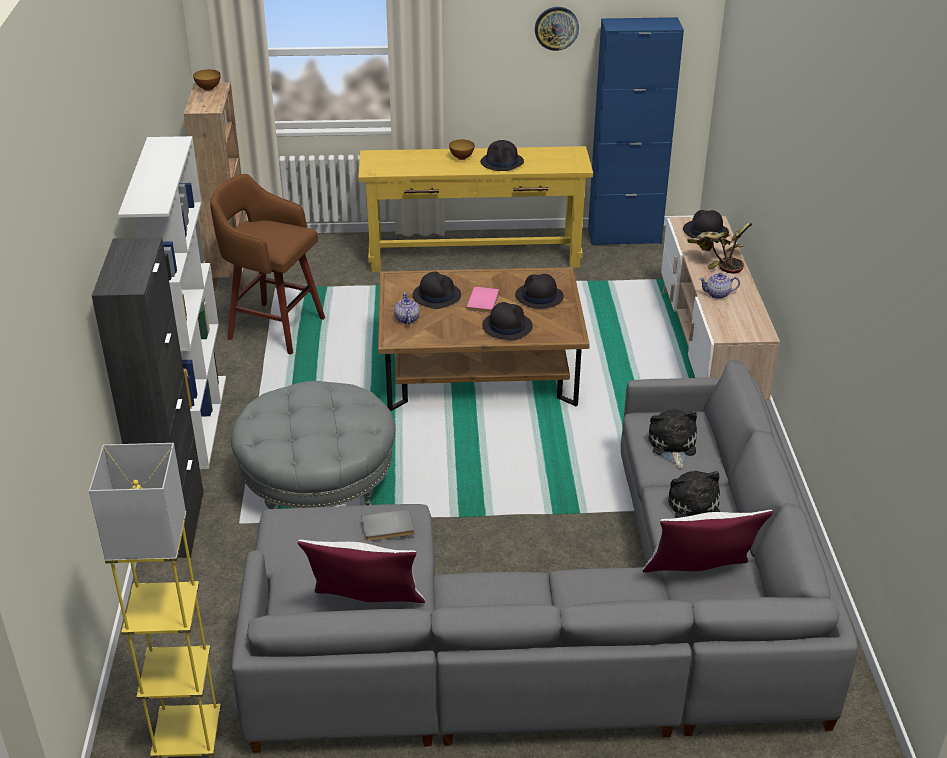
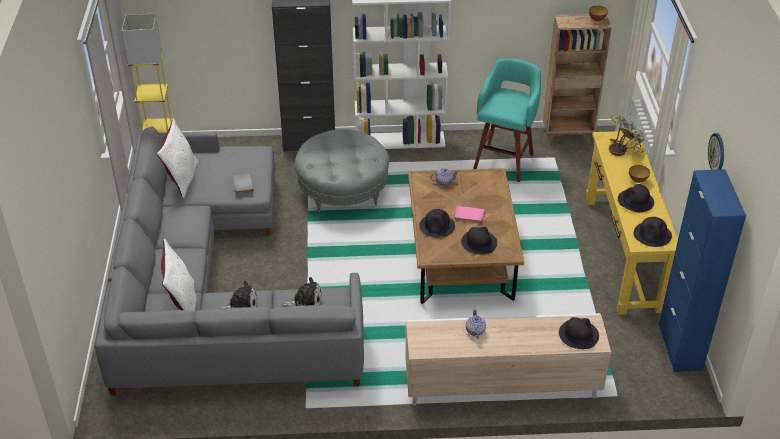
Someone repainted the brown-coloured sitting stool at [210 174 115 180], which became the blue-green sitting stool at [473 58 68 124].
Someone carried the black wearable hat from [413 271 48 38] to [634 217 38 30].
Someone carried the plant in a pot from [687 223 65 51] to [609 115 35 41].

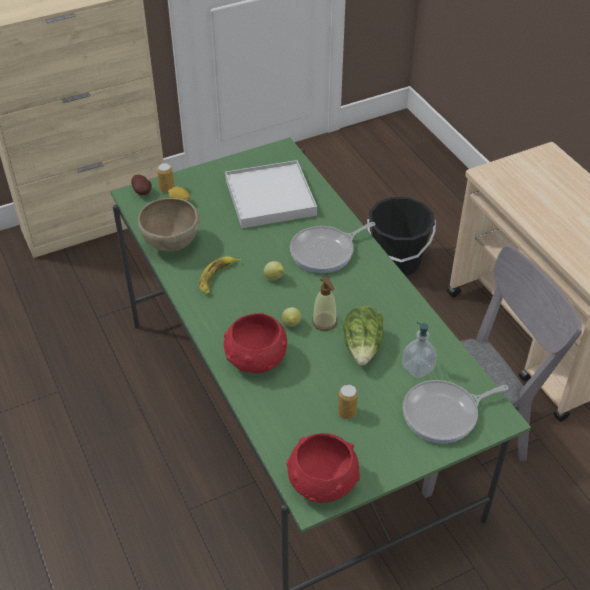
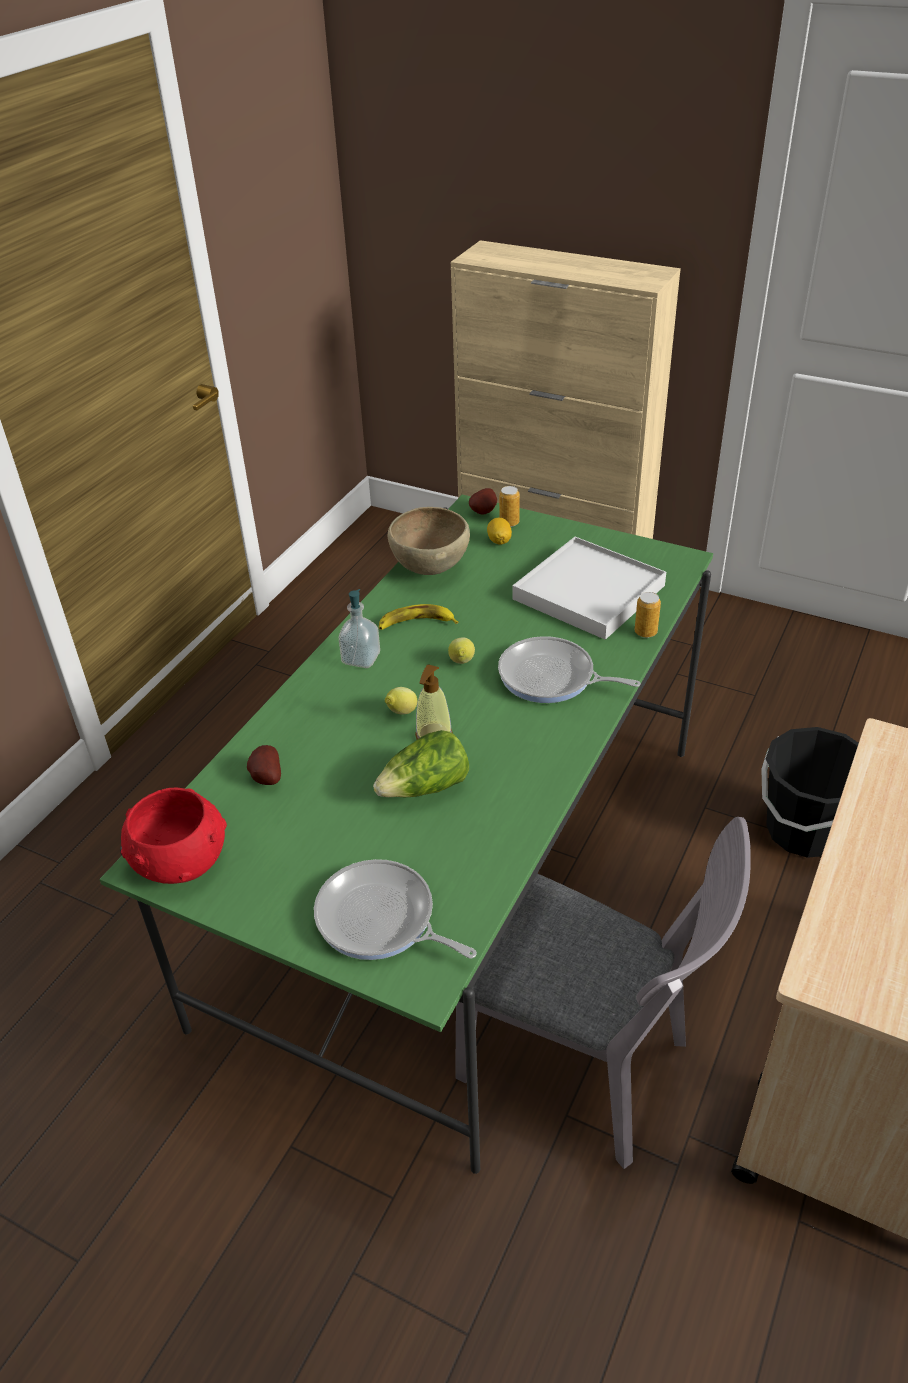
Someone took away the reddish bowl at [224 313 63 60].
Someone carried the sealed can from [338 385 20 34] to [635 592 26 46].
Someone carried the soap dispenser from [402 322 35 57] to [339 589 41 79].
Someone put down the spud at [247 745 34 40].

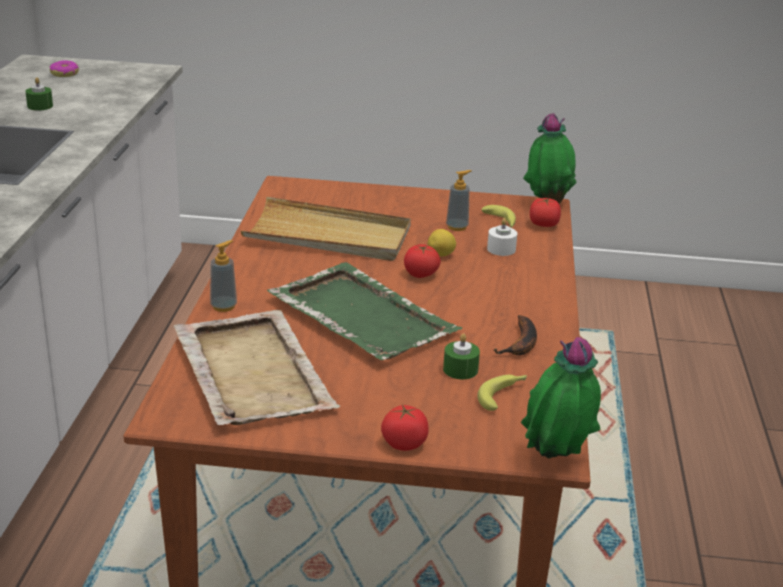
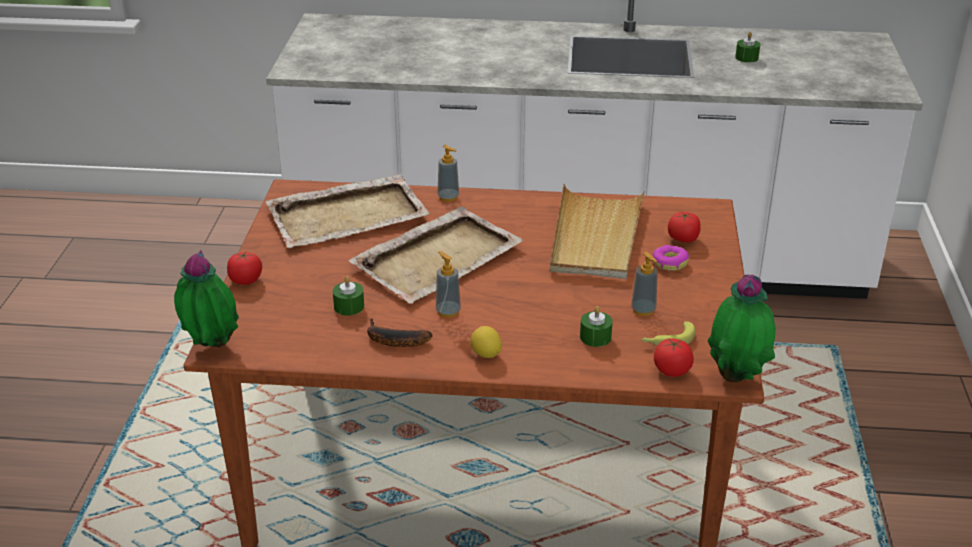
Someone carried the ring doughnut from [49 60 30 17] to [652 245 37 26].
Someone repainted the green-coloured carrying tray at [267 262 195 98], which became the beige carrying tray at [349 206 175 97].
Someone carried the whole tomato from [404 244 37 34] to [668 211 33 32].
Someone carried the citrus fruit from [428 229 28 27] to [470 326 32 32].
Someone took away the banana fruit at [477 375 50 36].
Someone repainted the white-coloured wax candle at [487 218 31 38], which became the green-coloured wax candle at [580 306 33 41].
Someone put down the soap dispenser at [436 251 25 67].

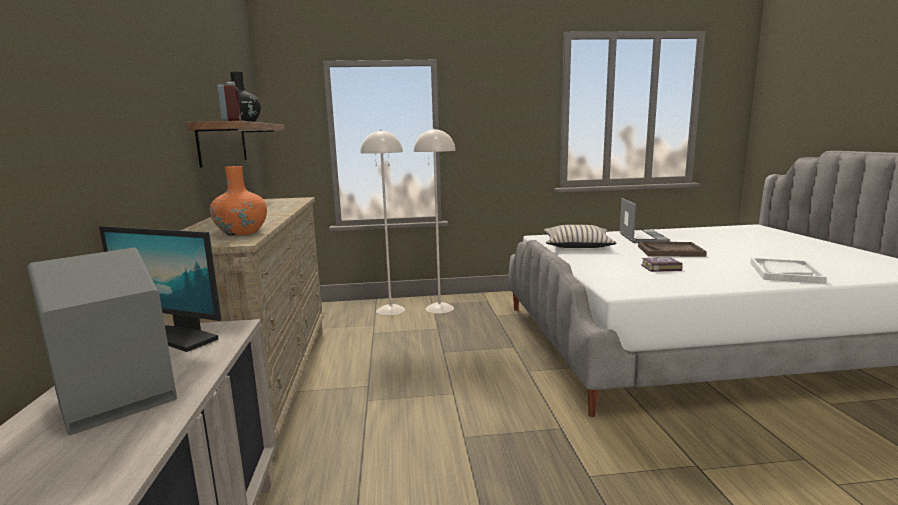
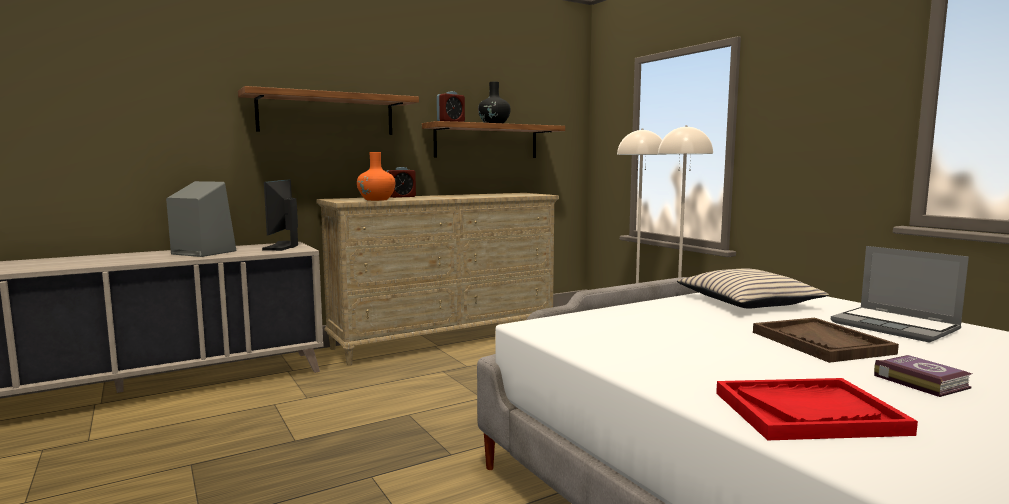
Someone rotated the laptop at [619 198 51 45] by 75 degrees clockwise.
Someone carried the book from [641 257 42 15] to [874 355 98 42].
Someone repainted the white-coloured carrying tray at [750 258 77 26], which became the reddish carrying tray at [716 378 202 62].
Someone put up the wall shelf at [238 86 181 49].
Someone put down the alarm clock at [386 167 30 31].

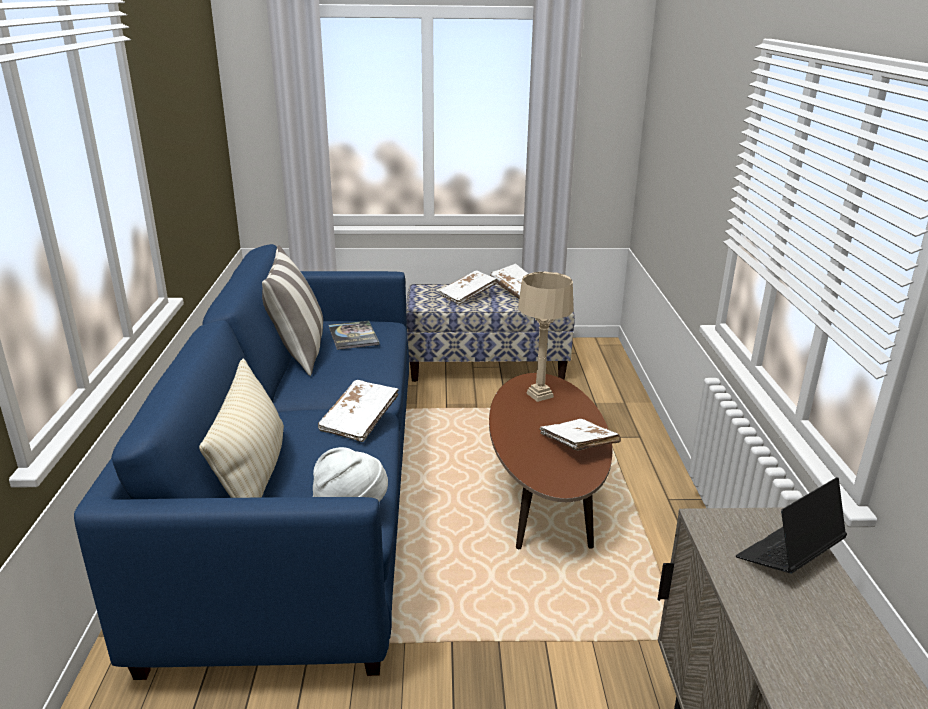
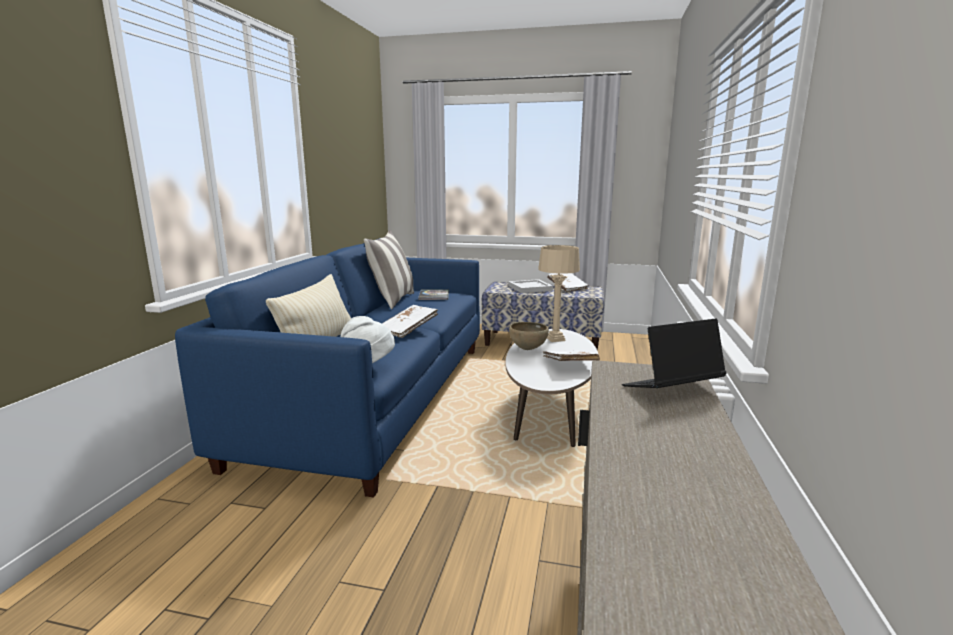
Someone swapped the white-coloured book at [439 270 58 35] for the white-coloured carrying tray at [509 279 44 14].
Someone repainted the brown-coloured coffee table at [489 373 123 176], which became the white-coloured coffee table at [505 329 94 118].
Someone put down the brown-coloured bowl at [509 322 40 28].

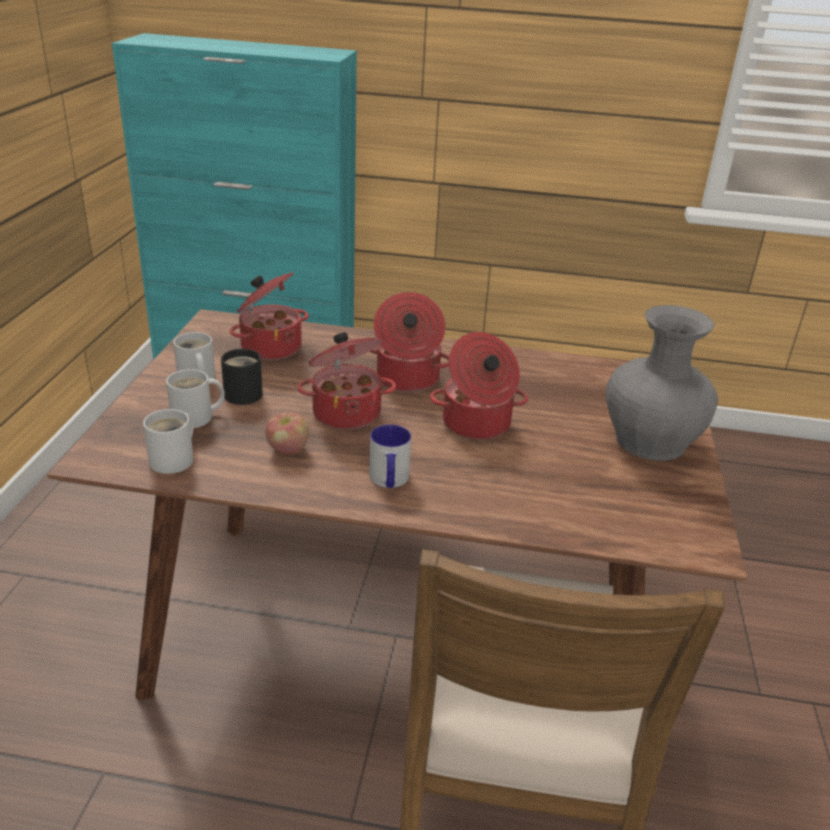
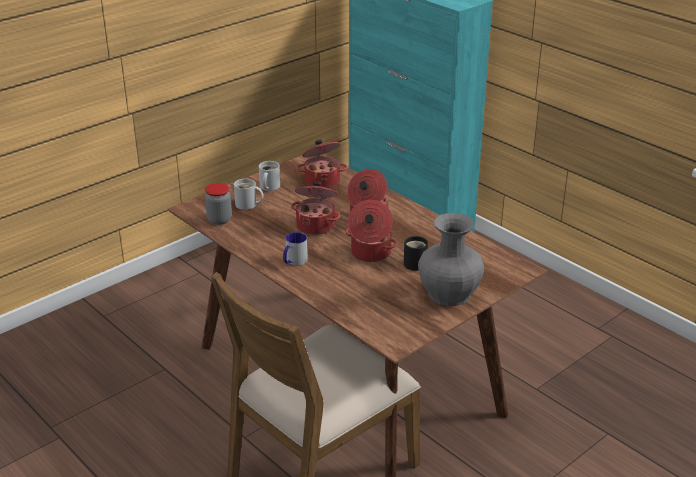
Someone swapped the white-coloured coffee mug at [143 409 51 65] for the preserve jar at [205 183 27 42].
Someone carried the black coffee mug from [221 349 42 56] to [404 236 24 35].
Someone took away the apple fruit at [265 412 44 43].

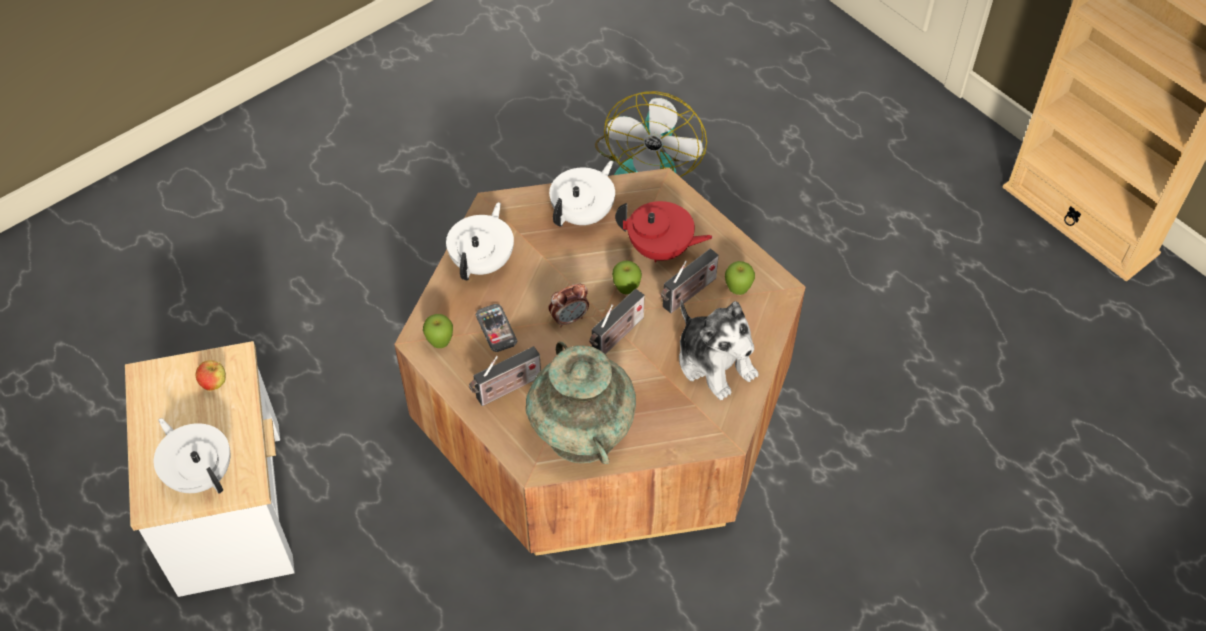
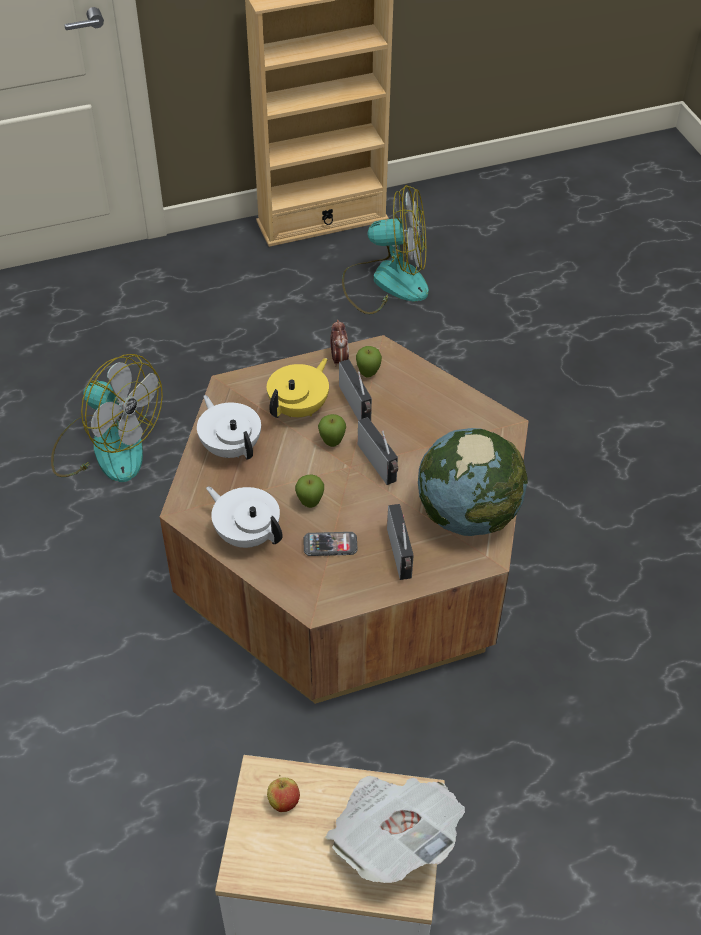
Someone swapped the white-coloured tea pot at [154 418 76 76] for the printed paper at [325 776 140 107].
Someone carried the apple fruit from [423 314 30 34] to [295 474 29 34].
Someone swapped the blue-green decorative vase at [526 342 110 122] for the desk globe at [418 428 110 108].
Someone carried the alarm clock from [549 284 40 44] to [330 320 19 46].
Someone repainted the reddish tea pot at [615 201 98 61], which became the yellow-coloured tea pot at [267 358 62 60].
Someone took away the soft toy at [679 300 79 100].
Someone put down the fan at [342 185 87 129].

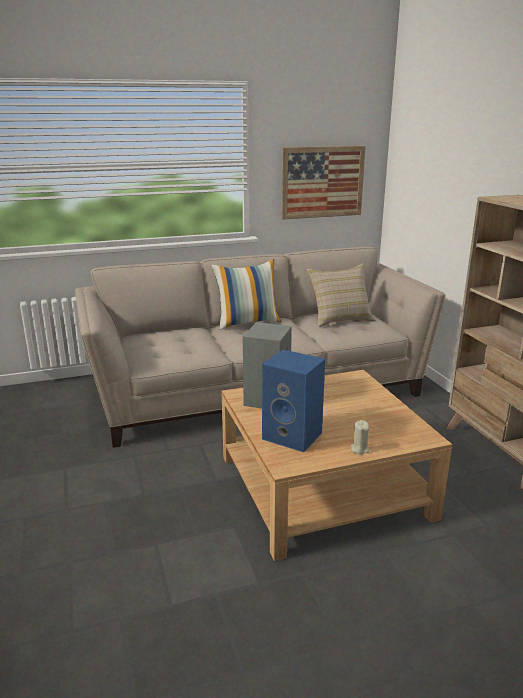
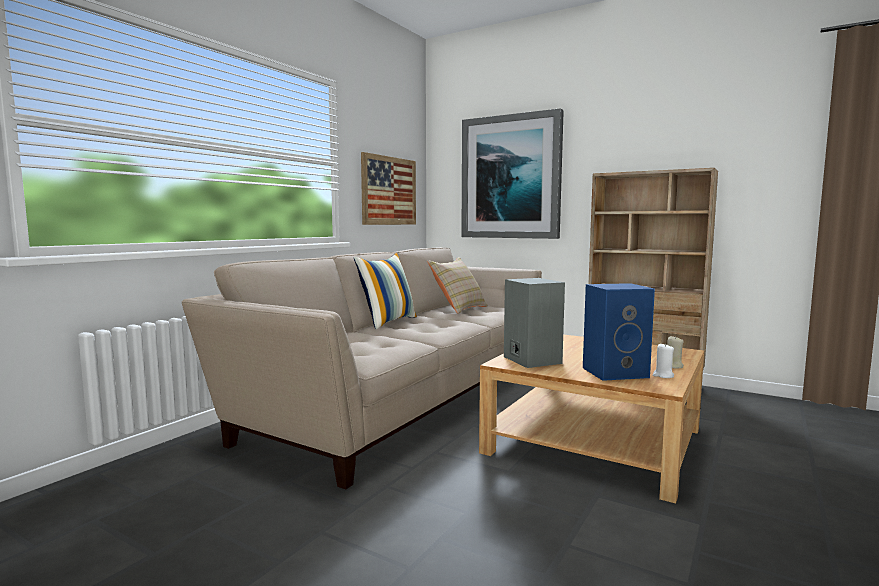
Someone put up the wall art at [461 109 103 130].
Someone put down the white-coloured wax candle at [653 343 21 35].

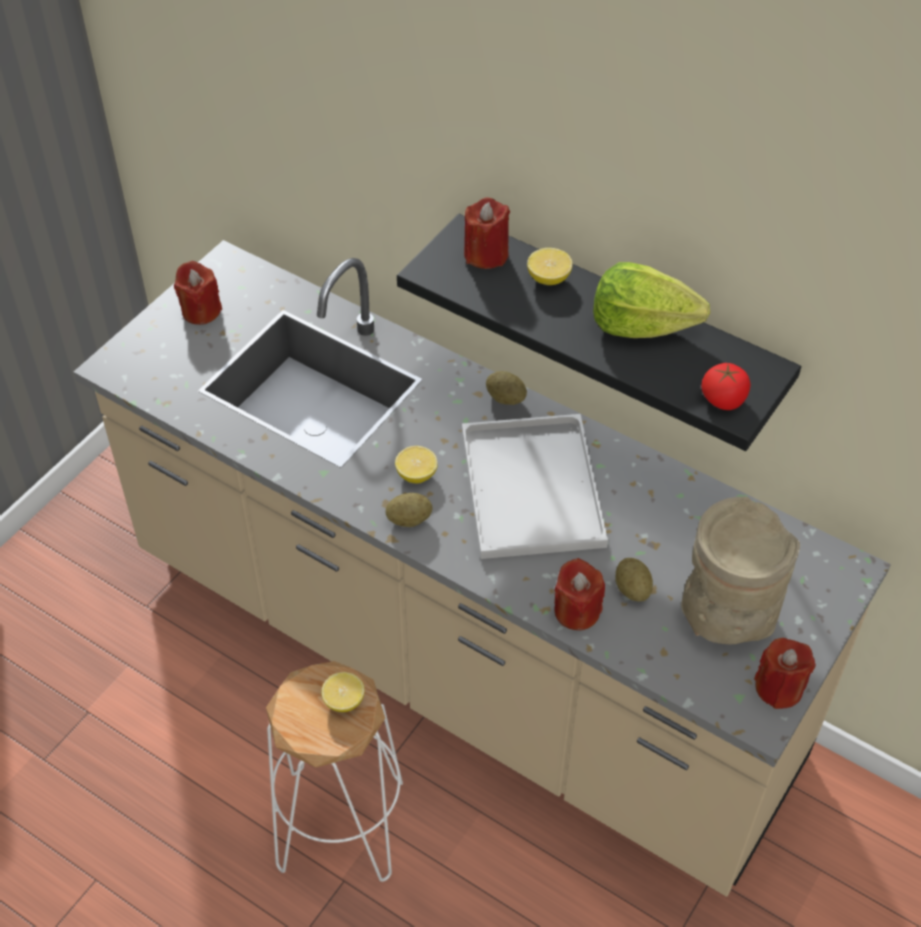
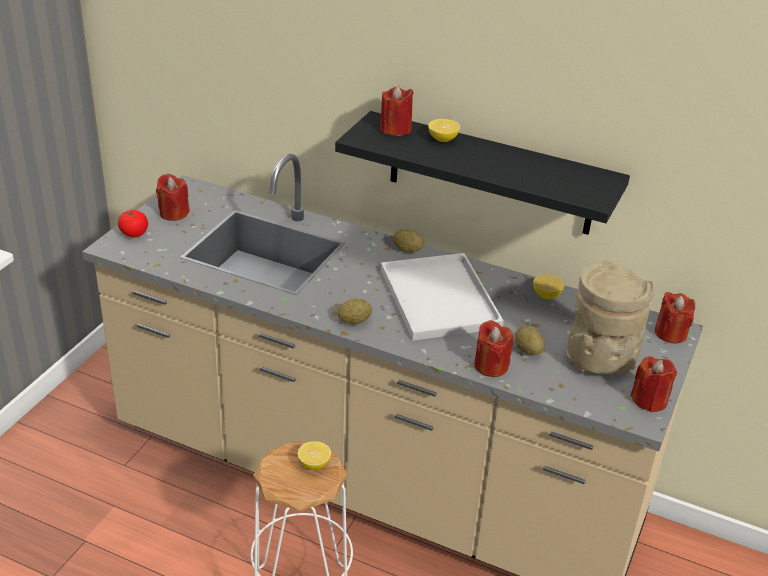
Someone carried the citrus fruit from [395 446 42 38] to [533 274 31 25].
Someone took away the lettuce at [593 262 117 76].
Someone carried the whole tomato from [701 363 50 47] to [118 210 30 27].
Someone put down the reddish wax candle at [655 292 40 52].

